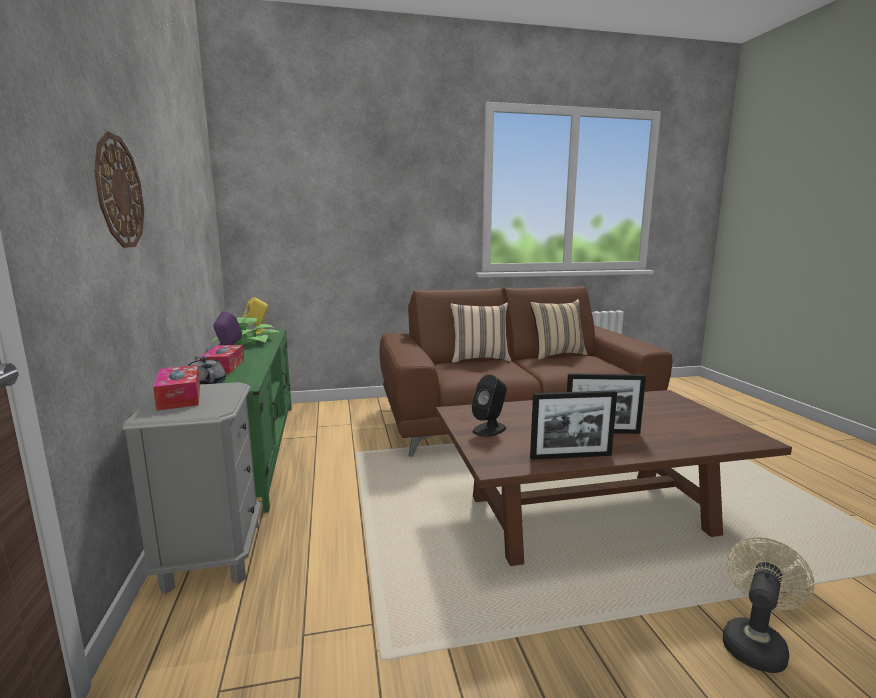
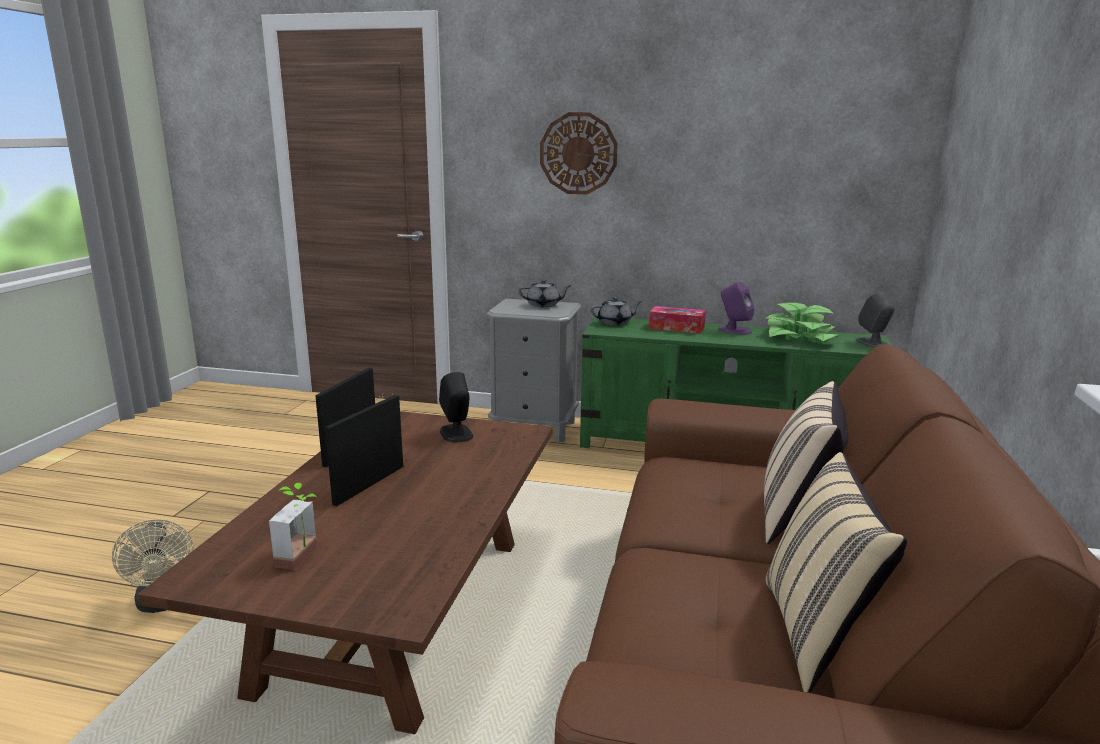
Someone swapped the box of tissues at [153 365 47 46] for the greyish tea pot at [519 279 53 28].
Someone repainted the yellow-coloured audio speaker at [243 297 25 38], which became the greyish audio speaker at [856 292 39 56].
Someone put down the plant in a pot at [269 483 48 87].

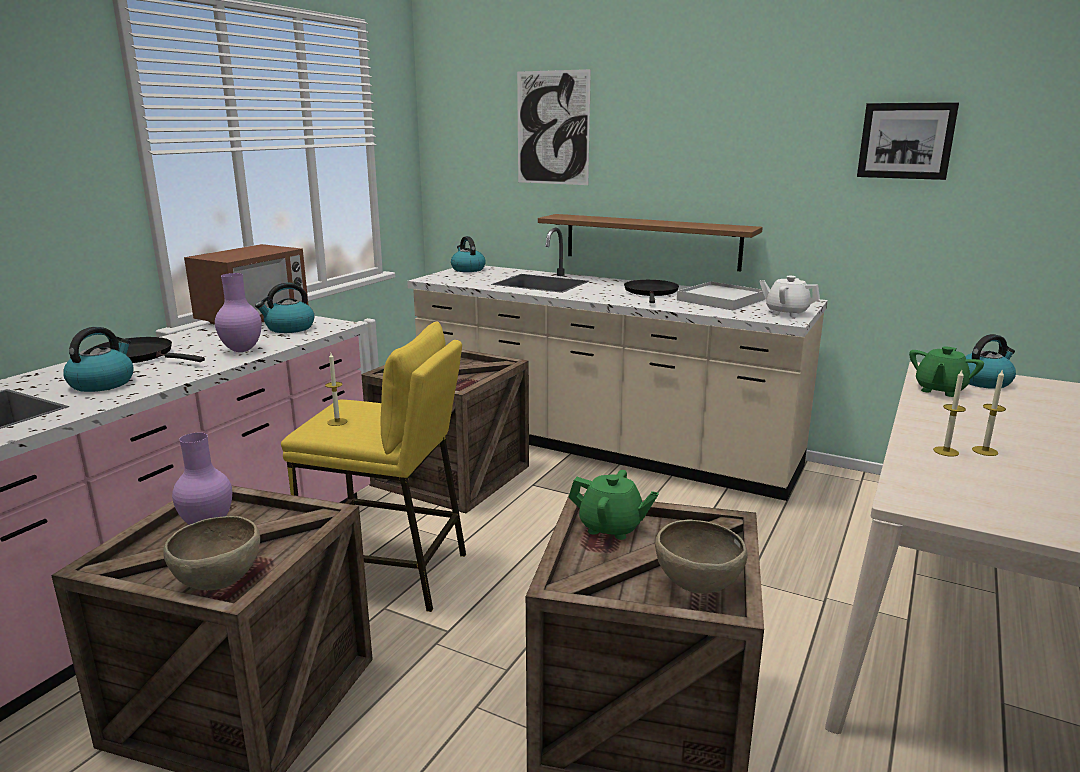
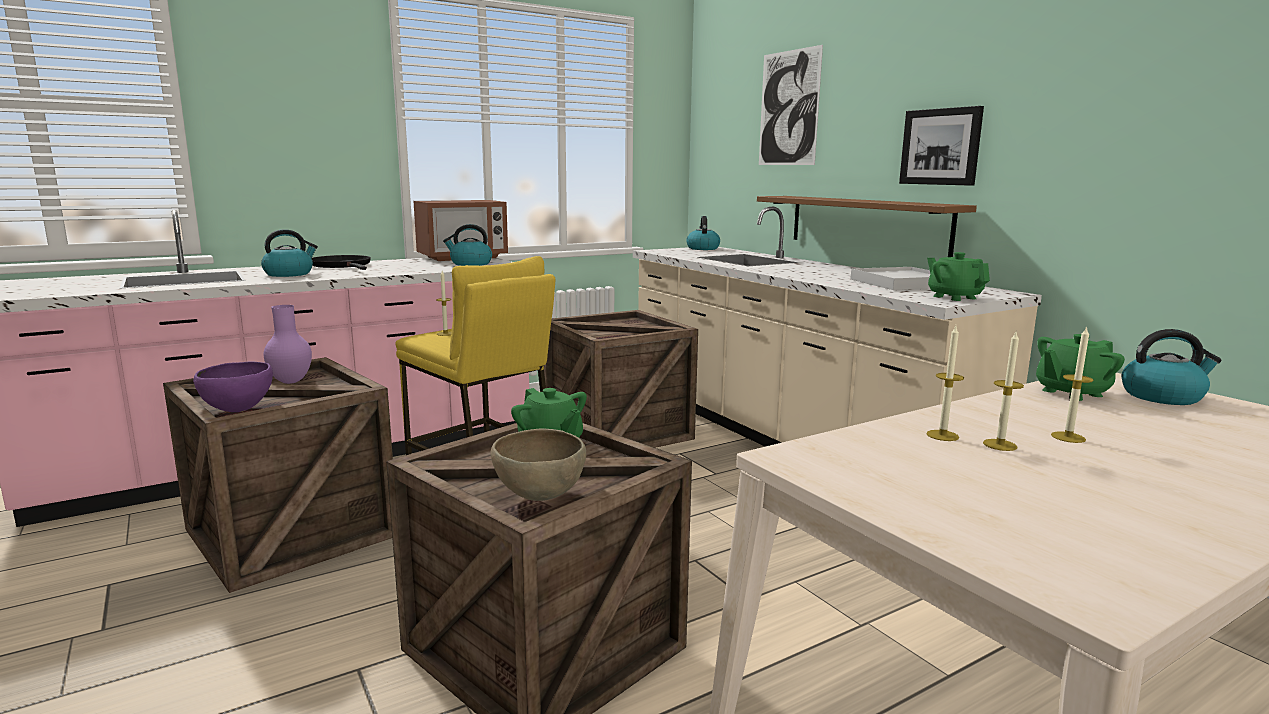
Someone repainted the brown-coloured bowl at [163 516 97 74], which became the purple bowl at [193 361 80 51].
Someone took away the purple decorative vase at [215 273 47 79].
Someone took away the black pan at [624 280 55 23].
Someone repainted the white-coloured tea pot at [759 276 61 41], which became the green-coloured tea pot at [927 252 63 49].
Someone carried the wall art from [857 102 102 78] to [899 106 85 80].
Someone put down the wax candle at [1051 326 42 117].

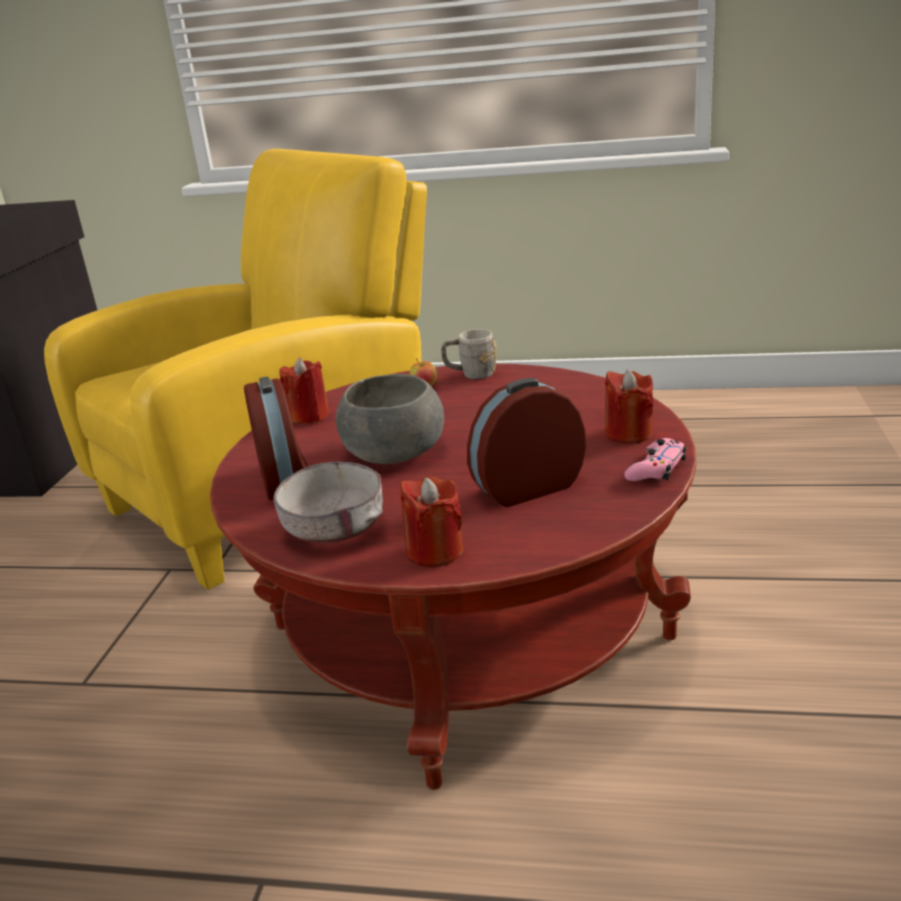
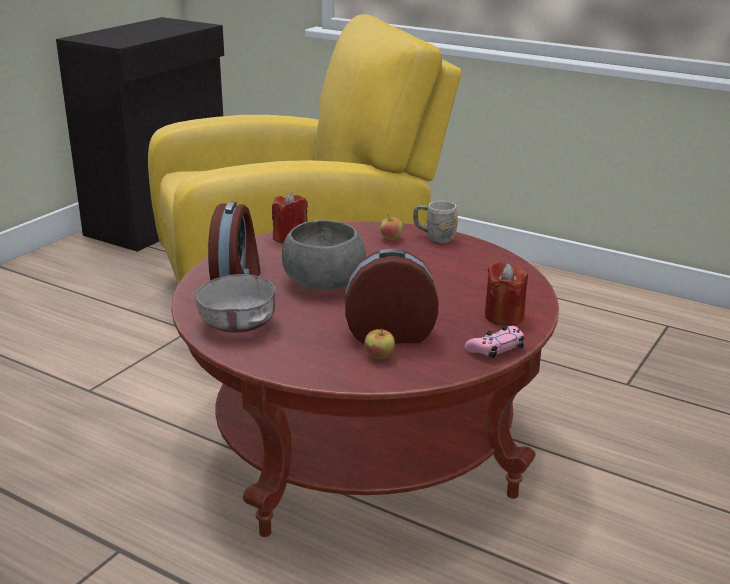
Someone took away the reddish wax candle at [400 476 63 91].
Someone put down the apple fruit at [365 329 30 30].

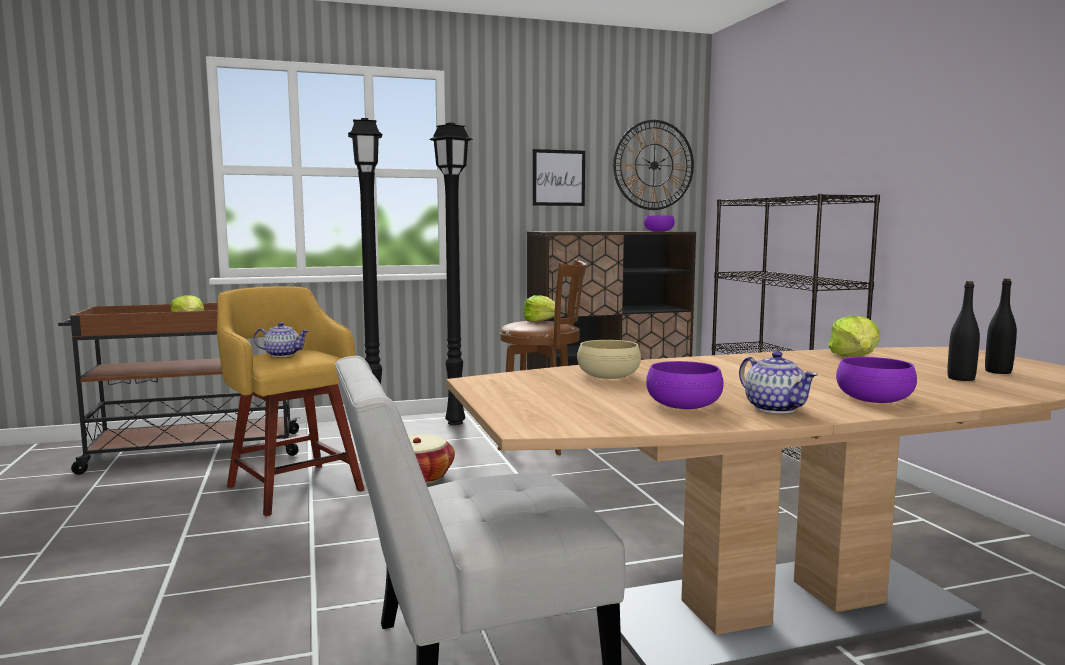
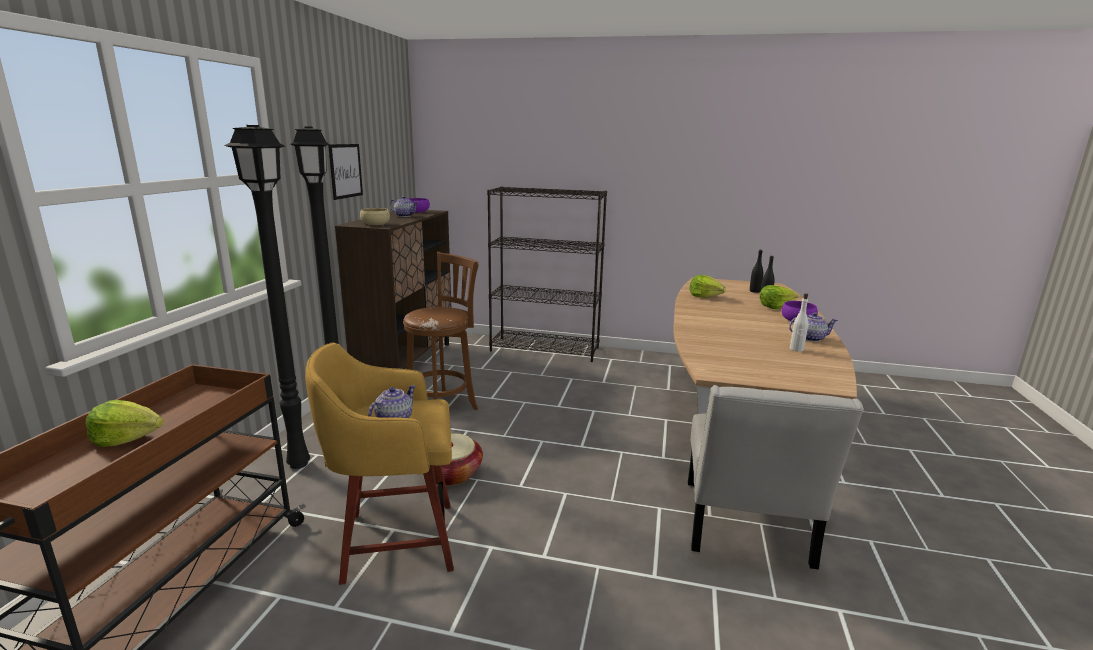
Someone carried the lettuce from [523 295 32 27] to [760 285 38 24].
Someone carried the beige bowl from [577 340 64 39] to [360 208 30 17].
Someone took away the wall clock at [613 120 81 90].
Someone swapped the purple bowl at [646 361 78 48] for the white-coloured bottle at [790 293 18 59].
Someone put down the tea pot at [390 196 28 21].

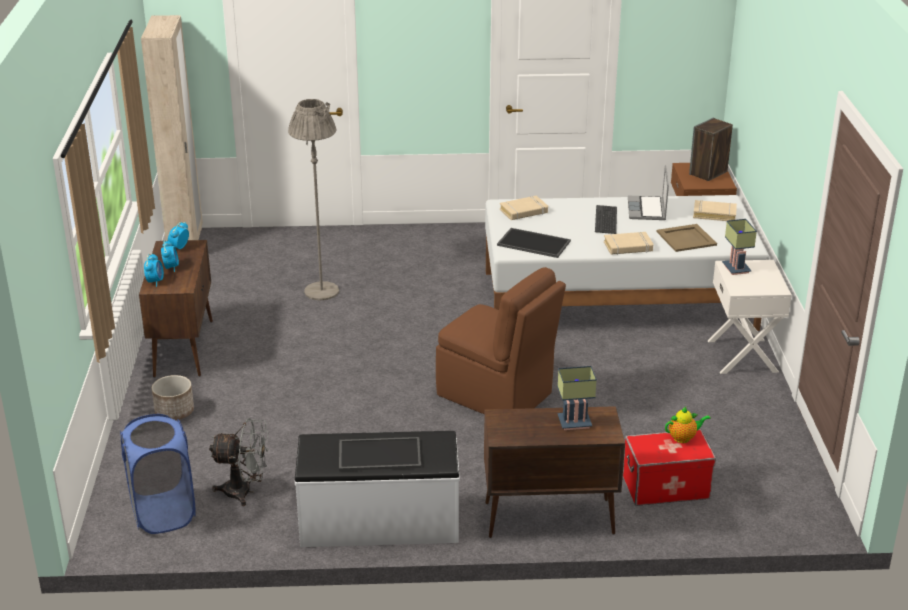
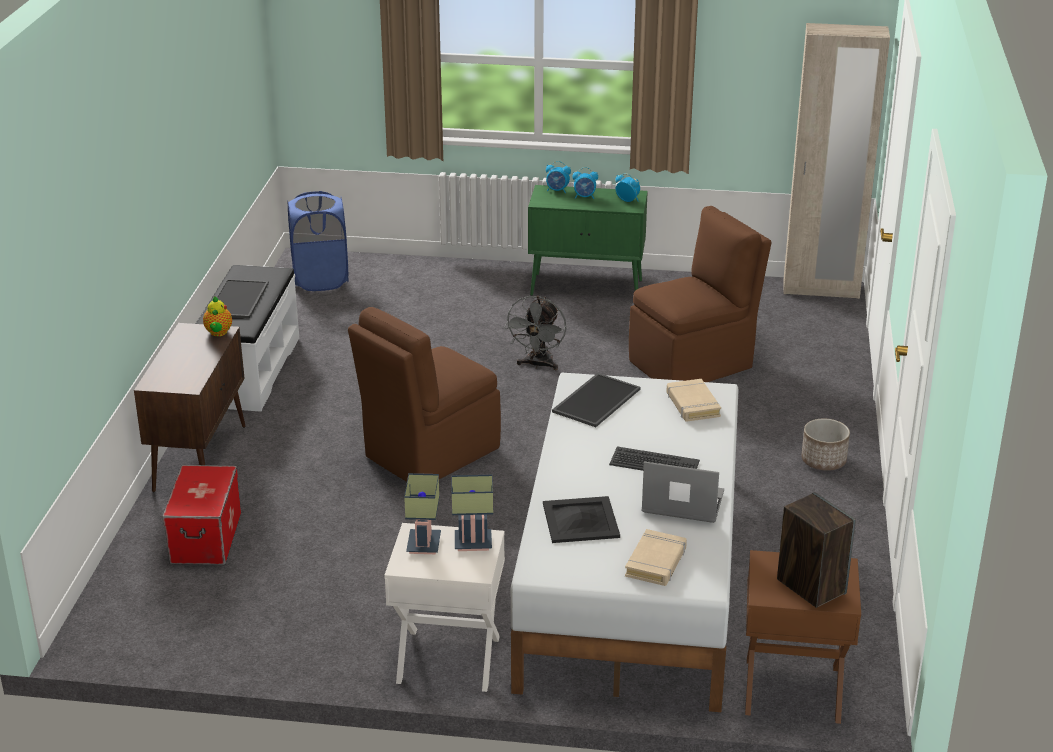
Someone repainted the brown-coloured cabinet at [139 240 74 138], which became the green-coloured cabinet at [528 185 120 111].
Someone carried the plant pot from [152 375 42 45] to [801 419 49 52].
Someone carried the greyish fan from [209 418 60 88] to [504 296 62 74].
Someone swapped the greyish floor lamp at [288 99 51 201] for the brown-coloured plain chair at [629 206 143 176].
Someone carried the lamp for a table from [558 366 39 64] to [404 473 37 81].
Someone took away the beige book at [604 232 49 23].
Someone repainted the beige carrying tray at [657 224 60 28], which became the black carrying tray at [543 496 77 47].
Someone carried the tea pot from [665 407 46 36] to [203 296 29 40].

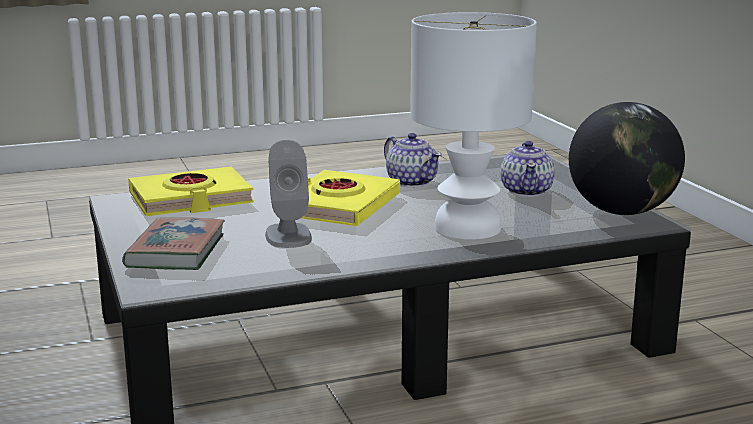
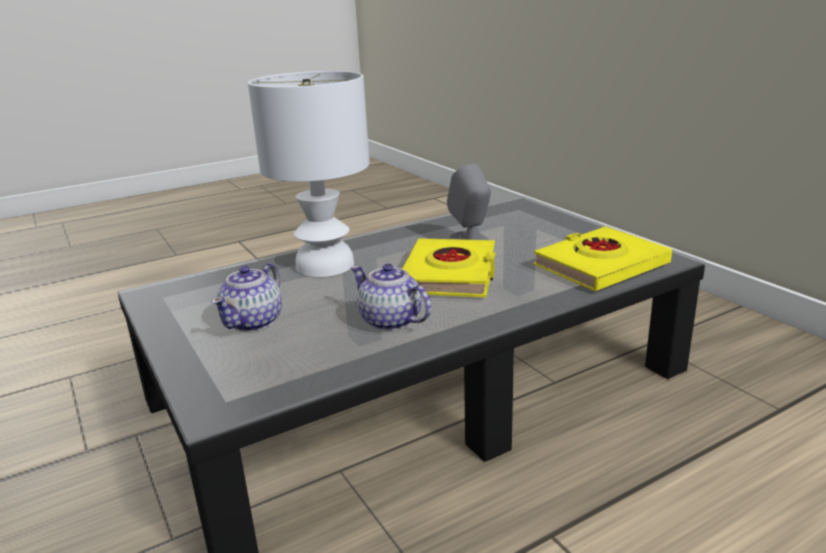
Someone took away the book at [122 217 103 53].
Someone rotated the tea pot at [500 141 55 56] by 150 degrees counterclockwise.
Someone took away the desk globe at [569 102 116 113].

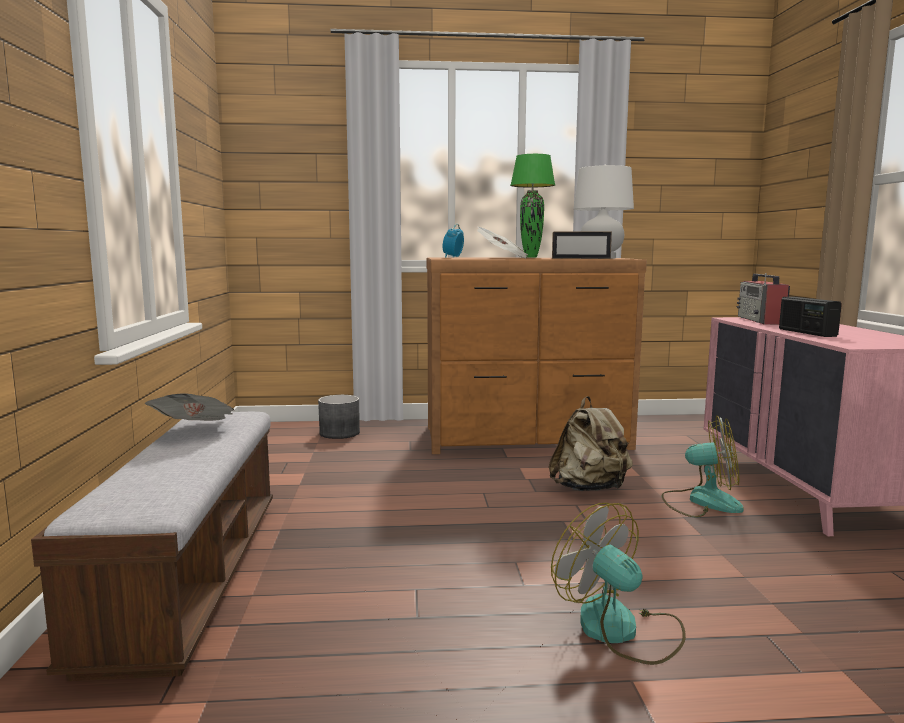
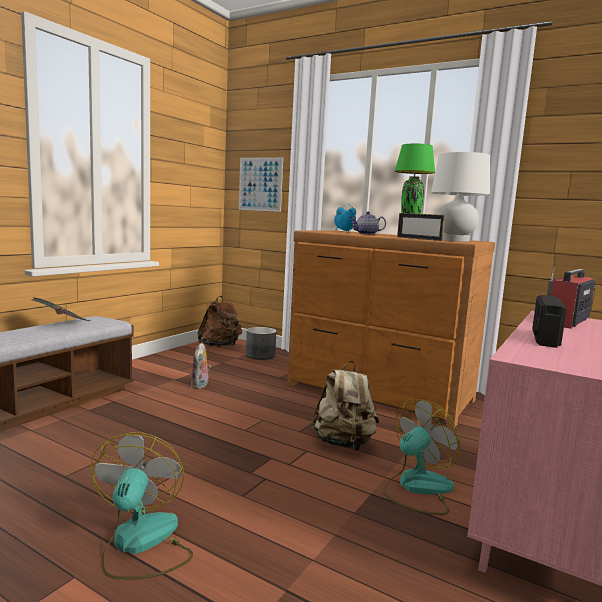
Someone swapped the printed paper at [477 226 51 32] for the tea pot at [350 211 36 24].
Someone rotated the fan at [662 415 82 102] by 90 degrees counterclockwise.
Someone put down the soft toy at [191 343 20 46].
Someone put down the brown-coloured knapsack at [198 296 44 51].
Someone put up the wall art at [239 157 44 55].

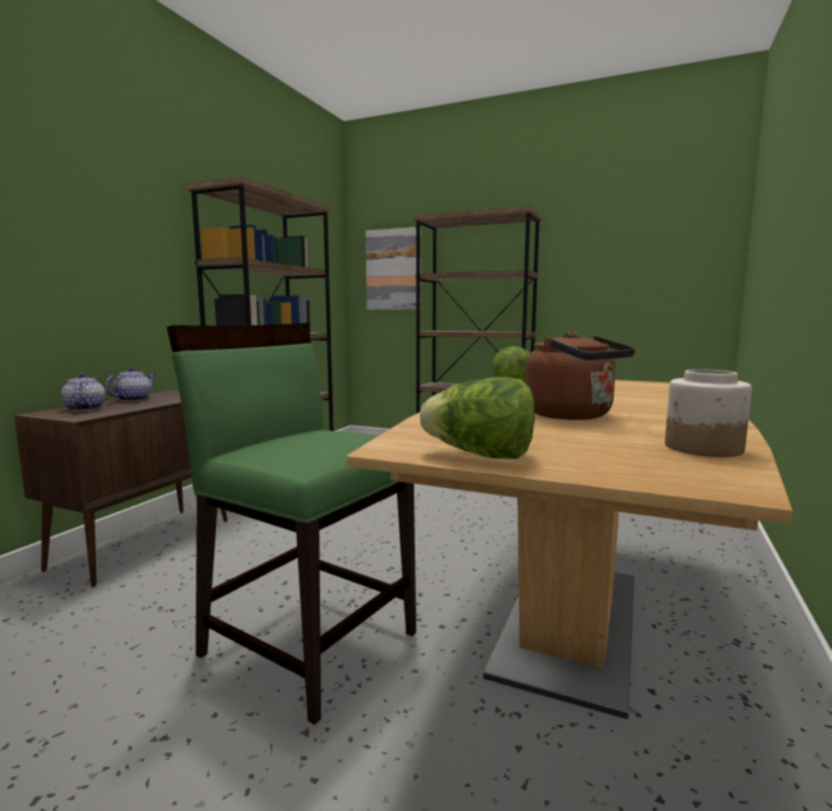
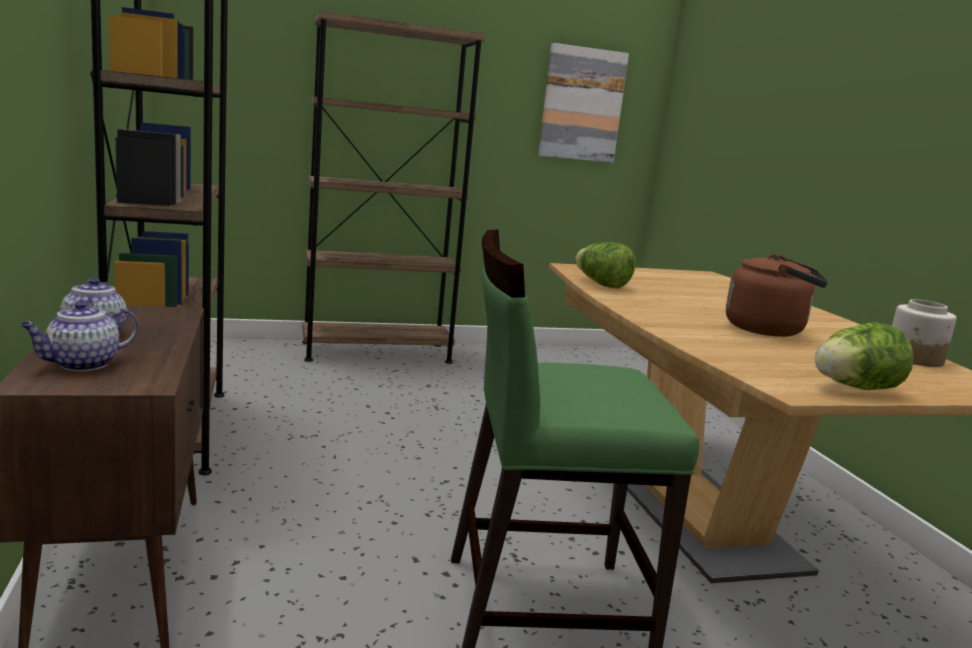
Someone rotated the tea pot at [61 373 44 38] by 75 degrees counterclockwise.
Someone carried the wall art from [366 227 55 83] to [538 43 91 120].

